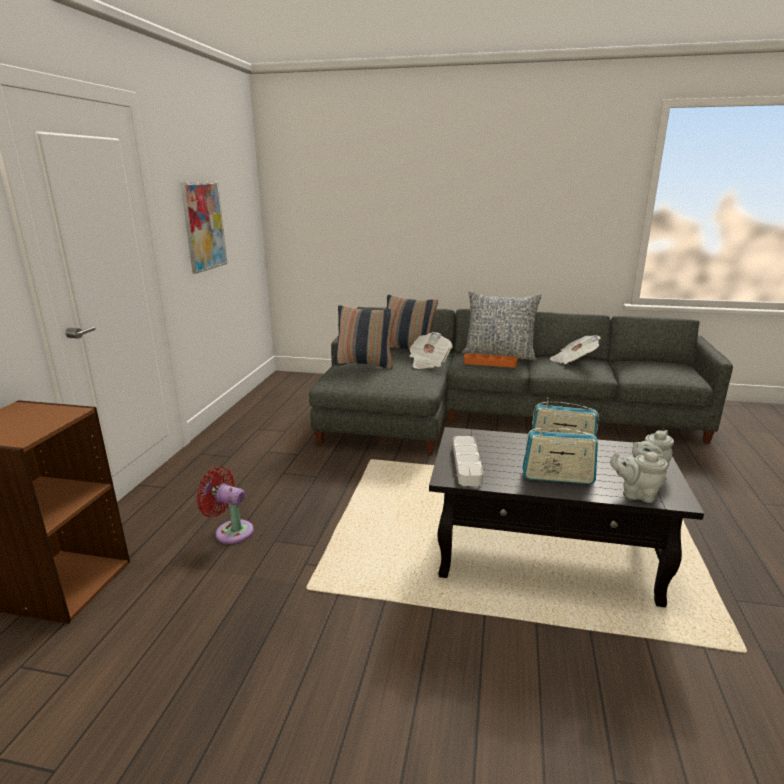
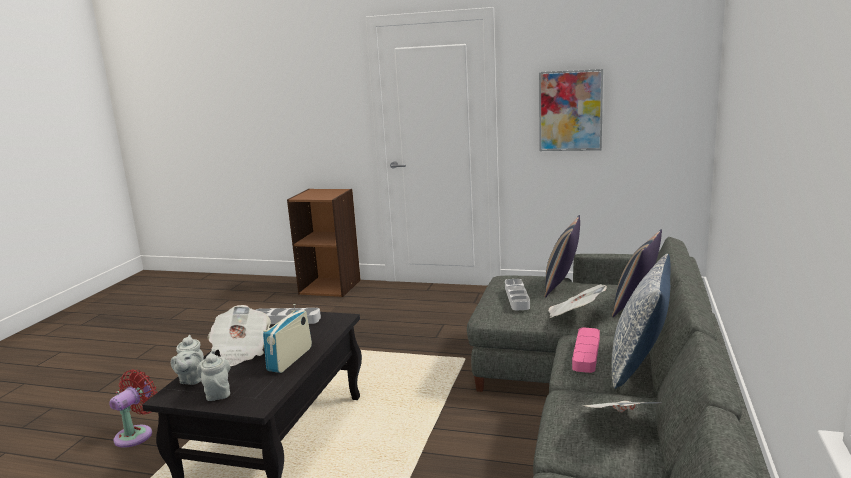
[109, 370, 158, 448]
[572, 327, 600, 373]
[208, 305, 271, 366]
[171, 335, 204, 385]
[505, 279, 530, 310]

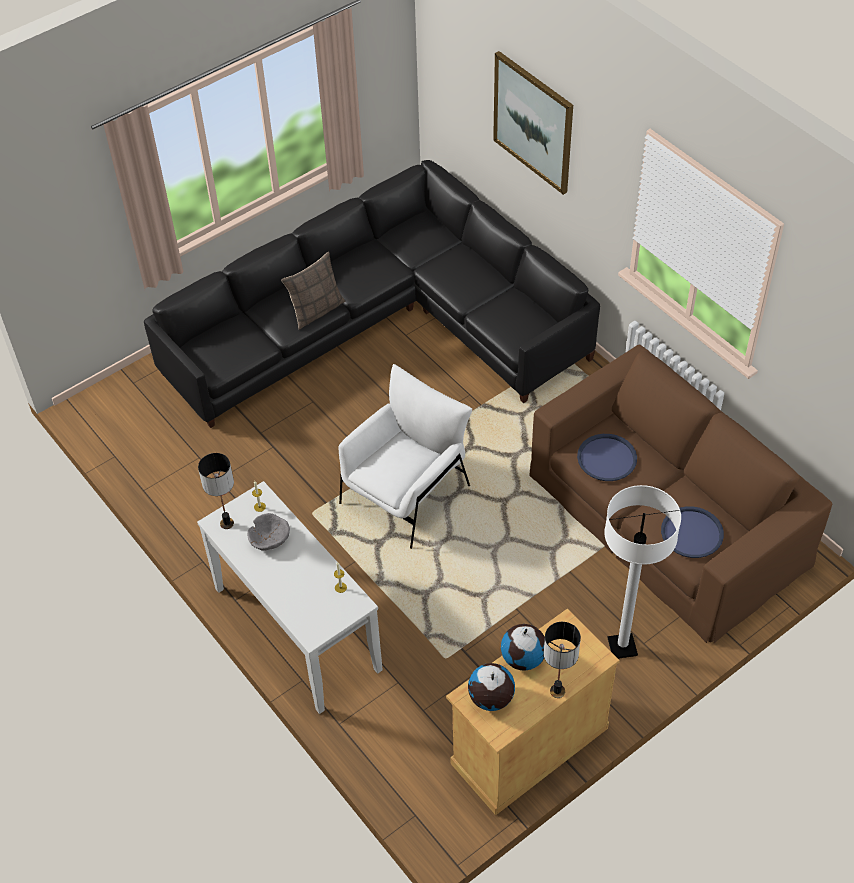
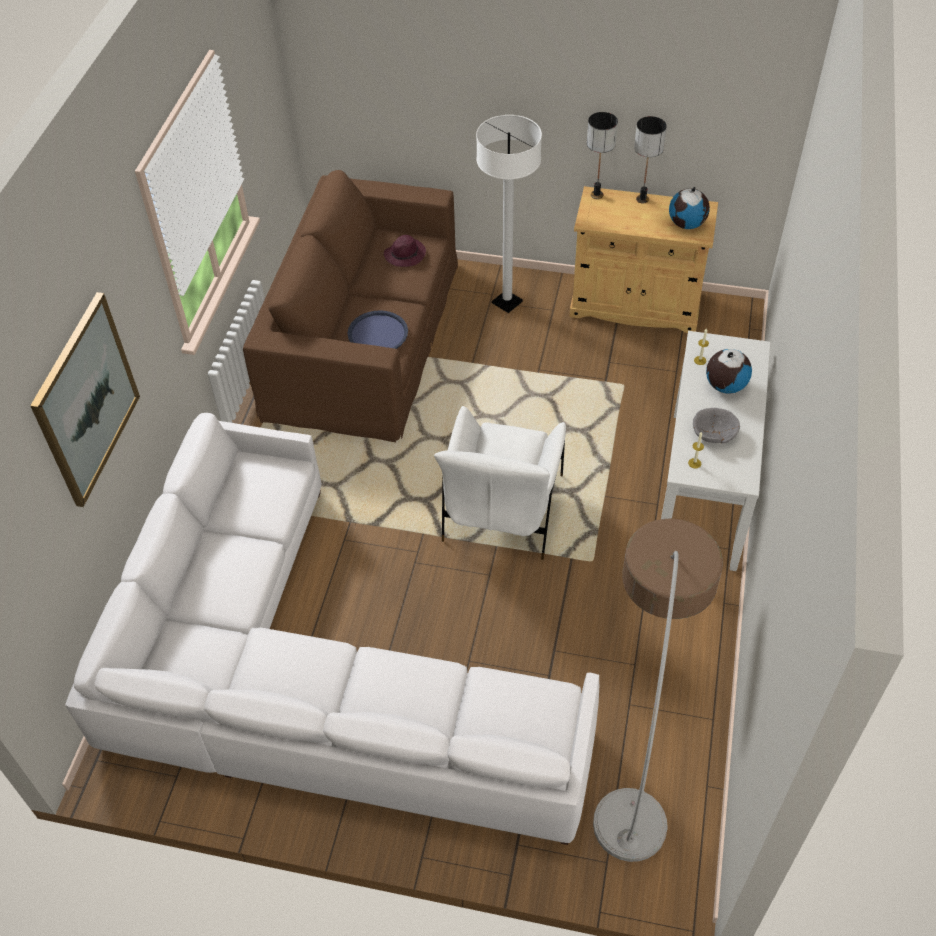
[65, 413, 599, 845]
[587, 112, 618, 199]
[281, 252, 345, 330] (first image)
[434, 406, 566, 560]
[706, 349, 752, 394]
[384, 235, 426, 267]
[593, 519, 723, 862]

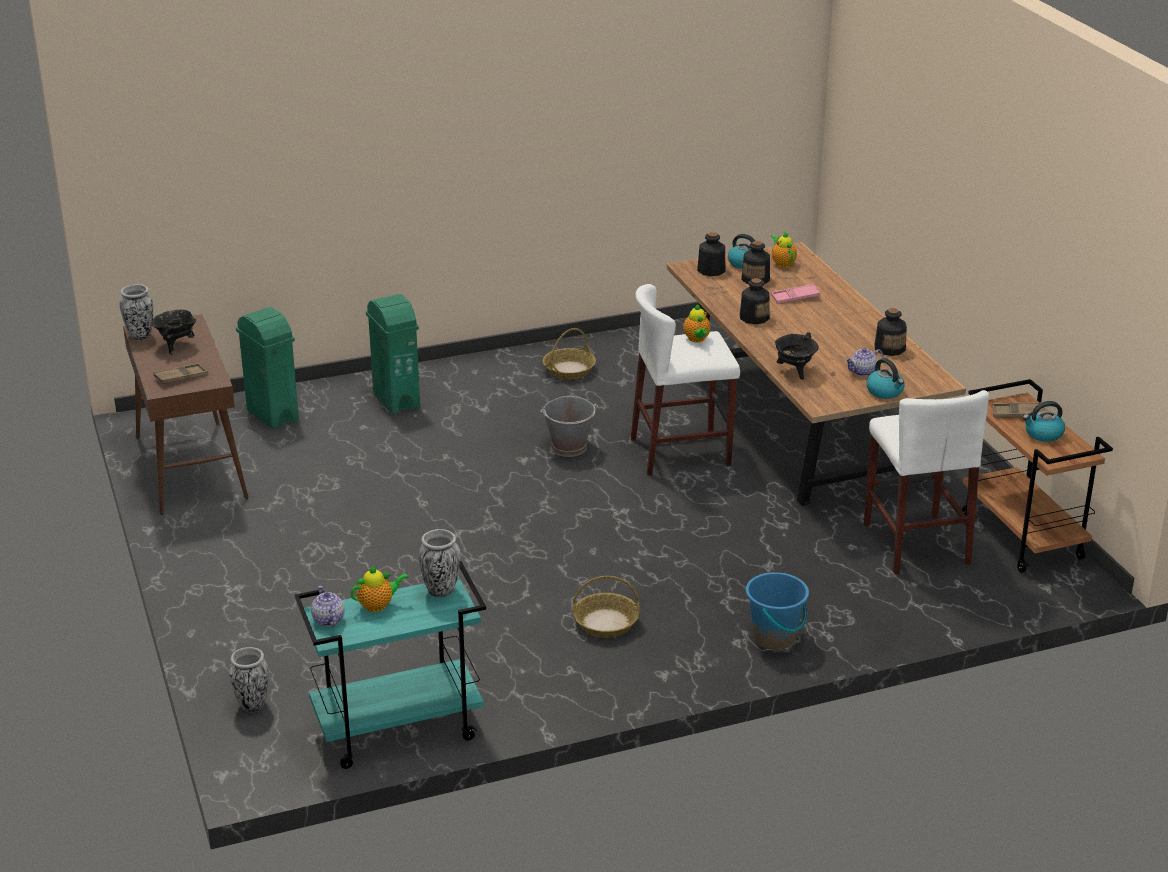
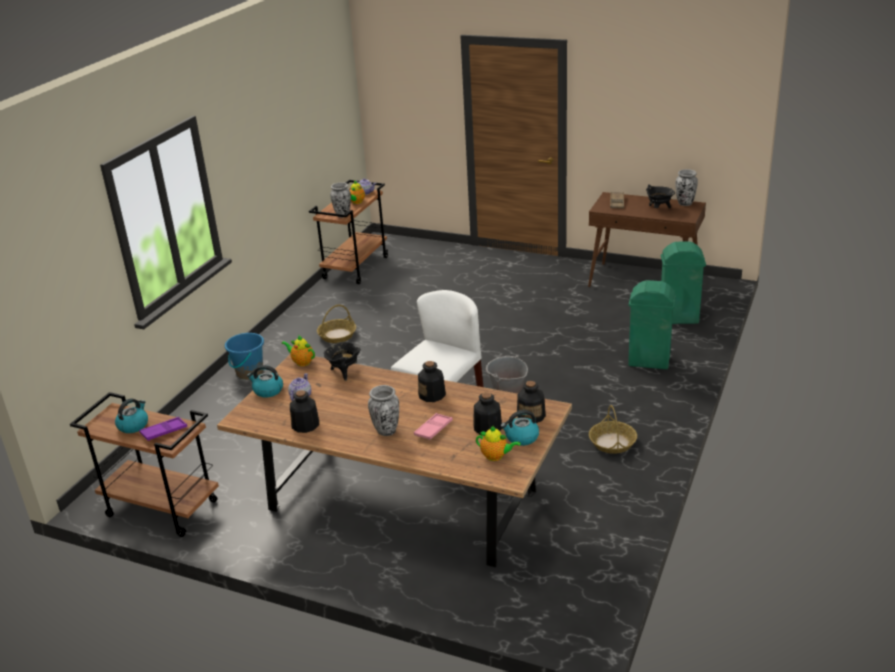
[368, 385, 399, 436]
[309, 180, 388, 284]
[281, 335, 315, 366]
[864, 390, 989, 574] (first image)
[139, 417, 187, 441]

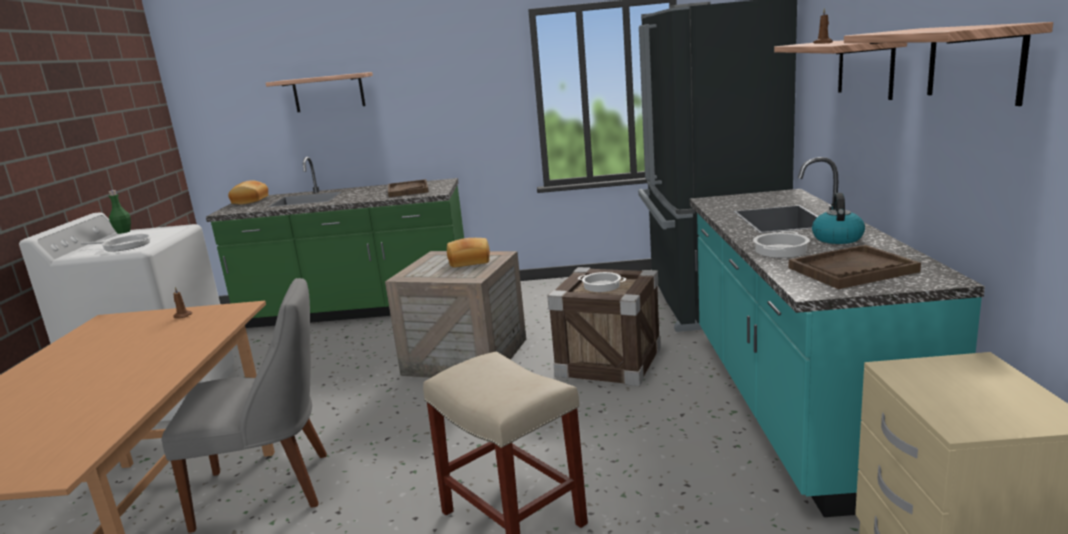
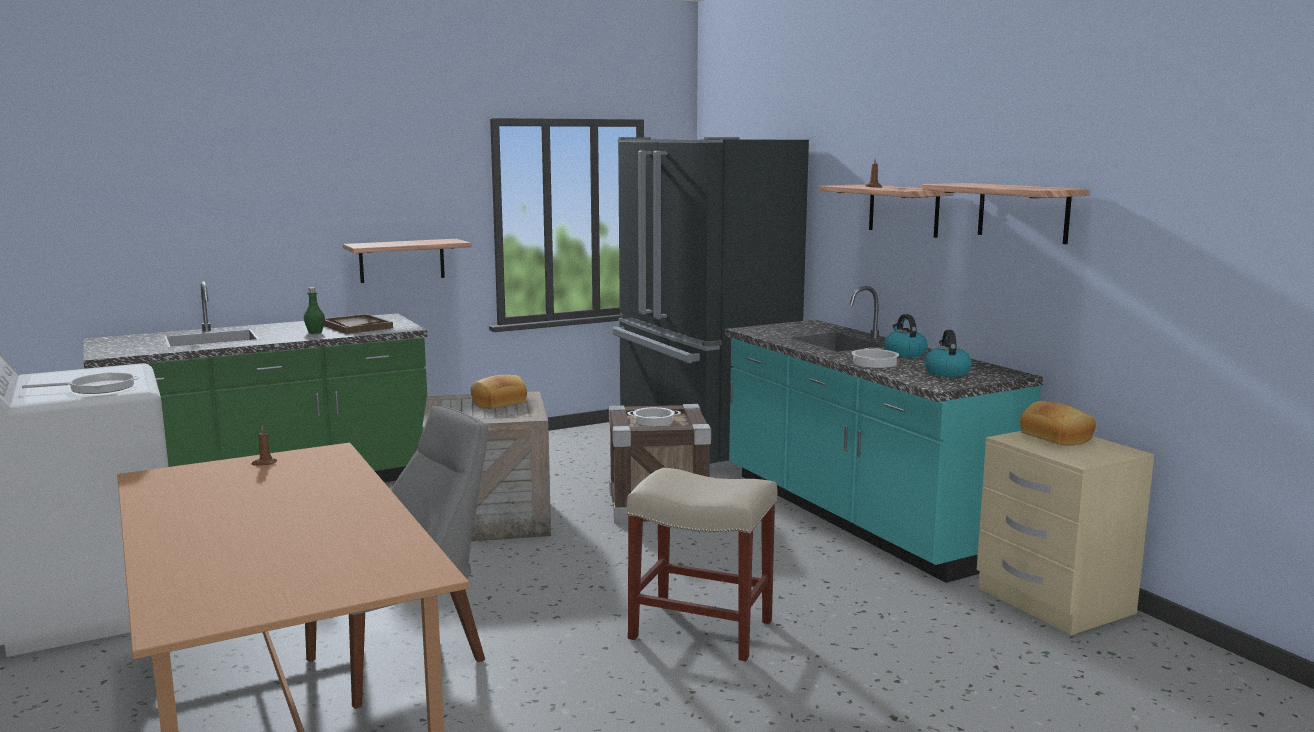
[304, 287, 325, 334]
[1020, 401, 1096, 446]
[343, 239, 472, 283]
[924, 330, 972, 377]

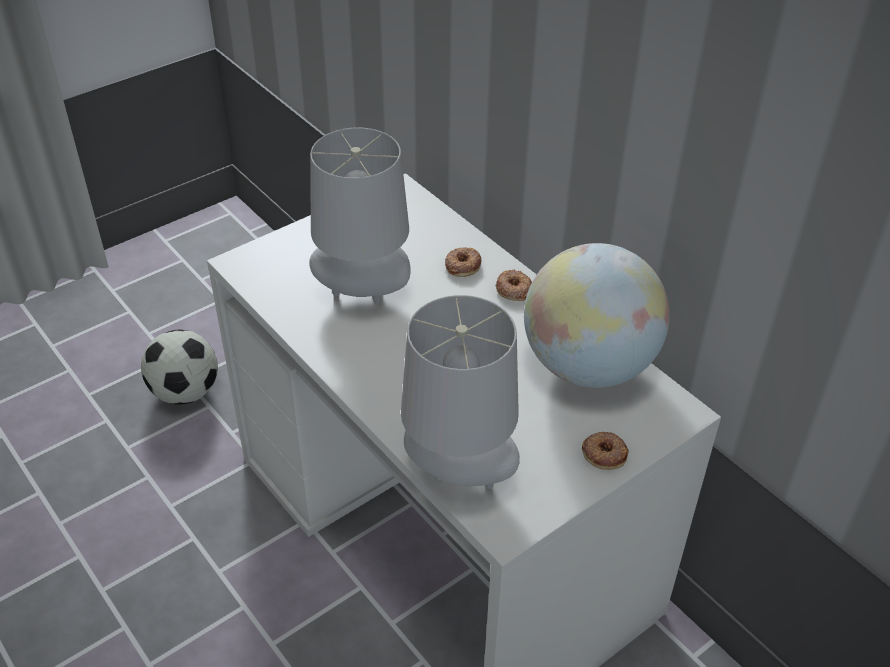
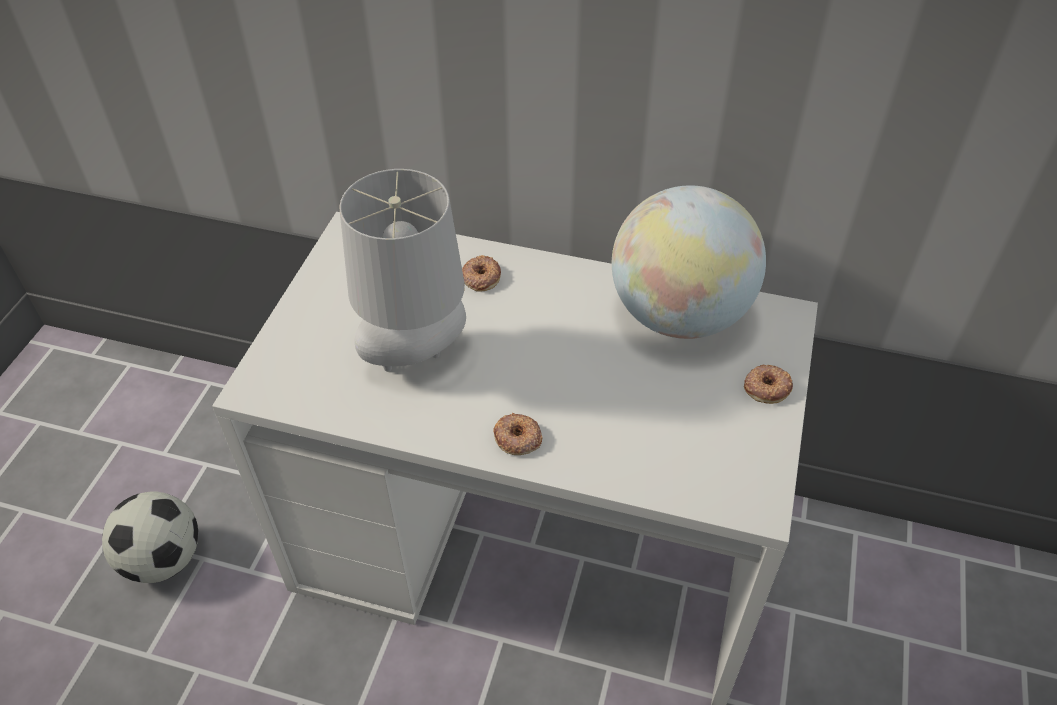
[401, 295, 520, 489] (first image)
[493, 413, 542, 455]

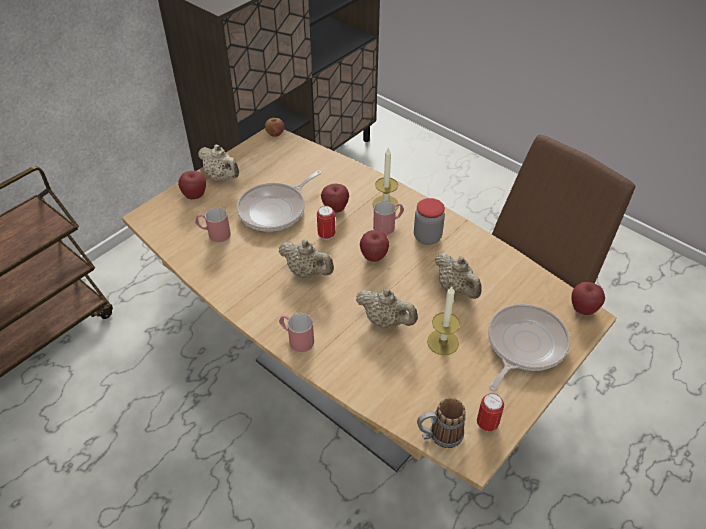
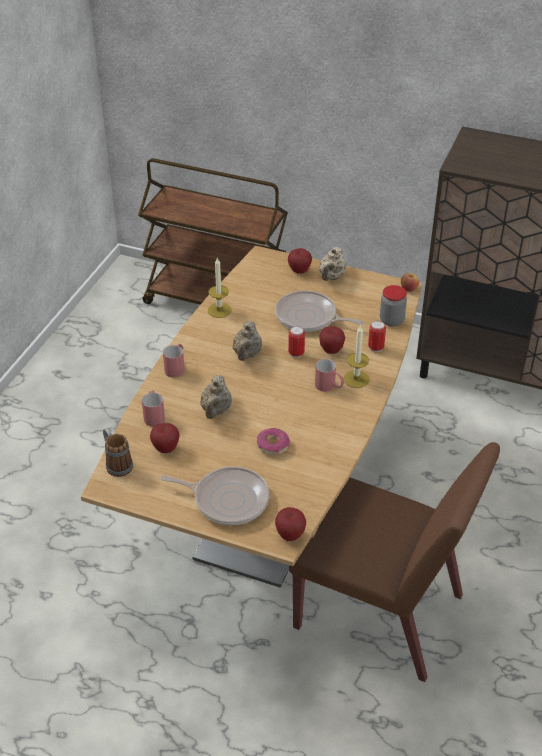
[142, 390, 165, 427]
[150, 423, 180, 453]
[380, 285, 407, 327]
[208, 258, 231, 318]
[257, 428, 290, 455]
[368, 321, 386, 352]

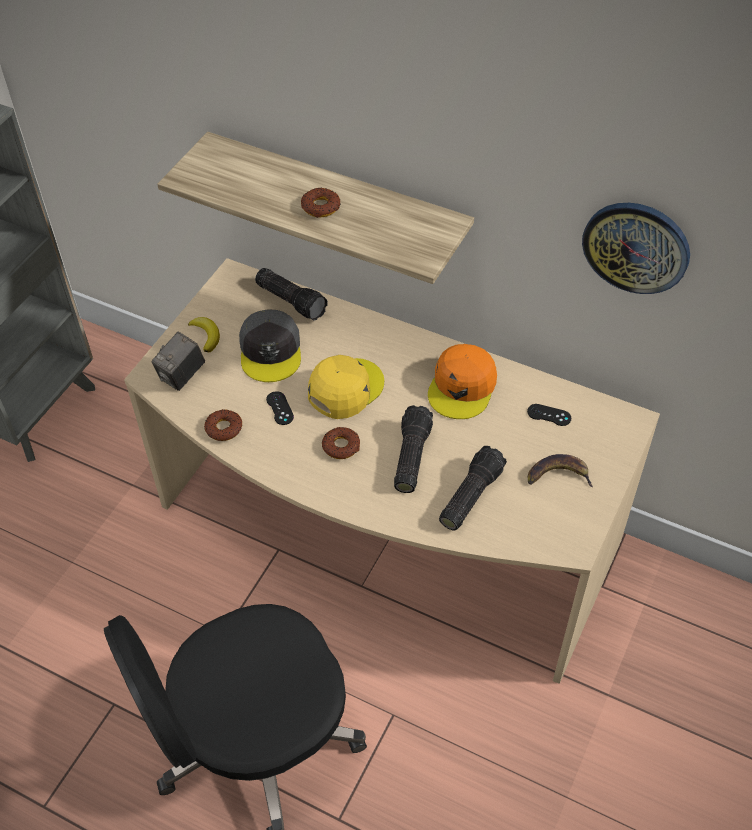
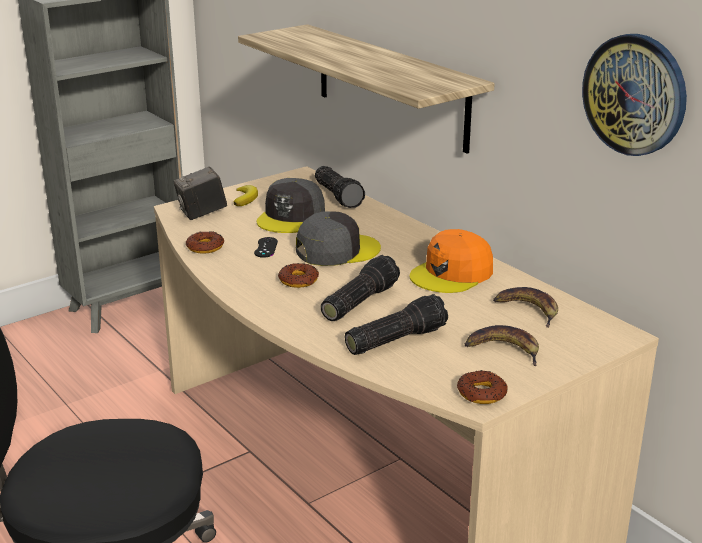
[457, 370, 508, 404]
[296, 211, 381, 266]
[493, 287, 558, 328]

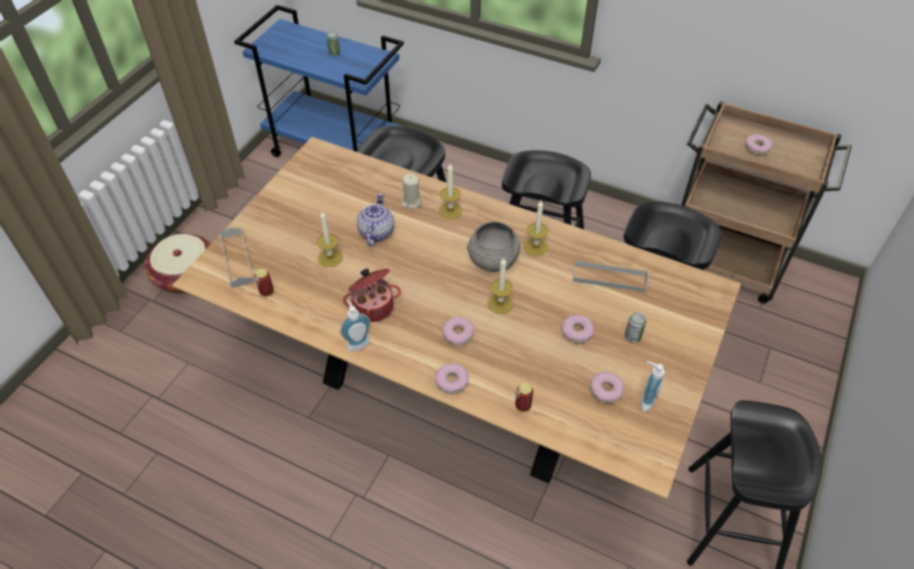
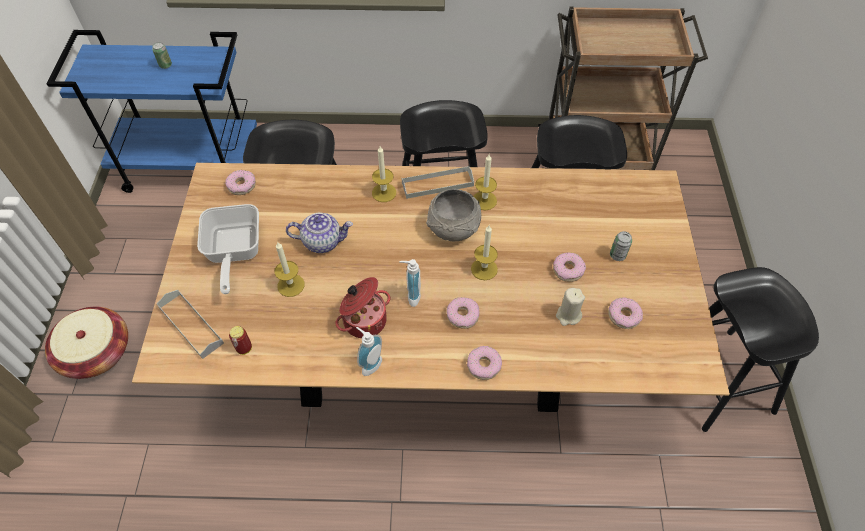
[286, 213, 353, 253]
[556, 288, 585, 326]
[515, 383, 533, 412] (first image)
[402, 166, 474, 199]
[399, 259, 421, 307]
[225, 170, 256, 195]
[197, 204, 259, 294]

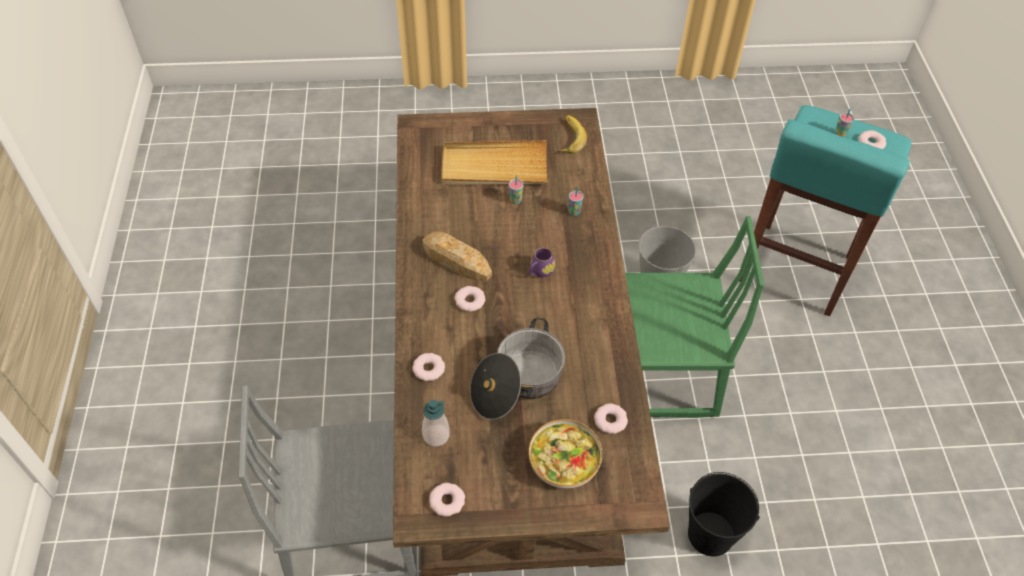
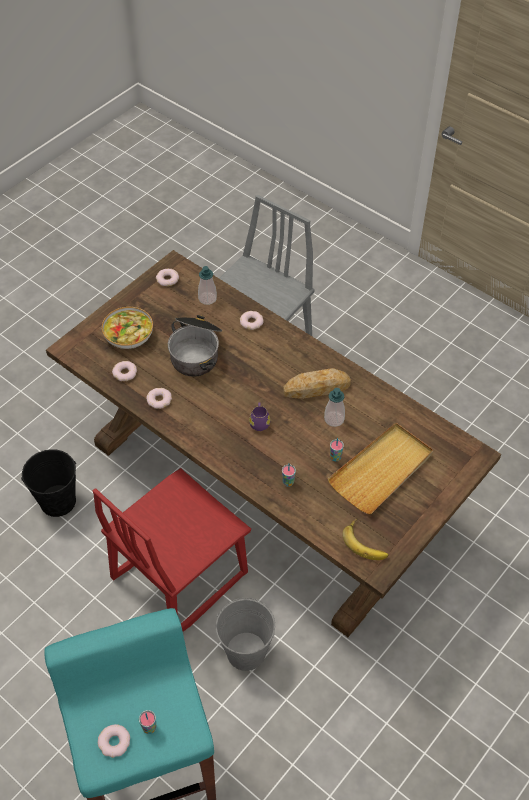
[146, 388, 172, 409]
[93, 468, 251, 632]
[324, 388, 345, 427]

